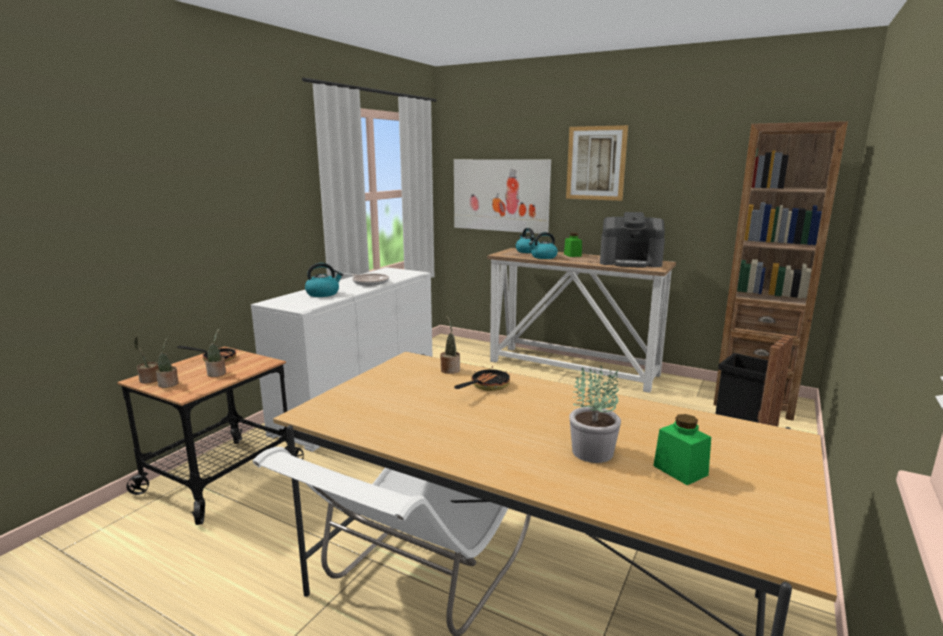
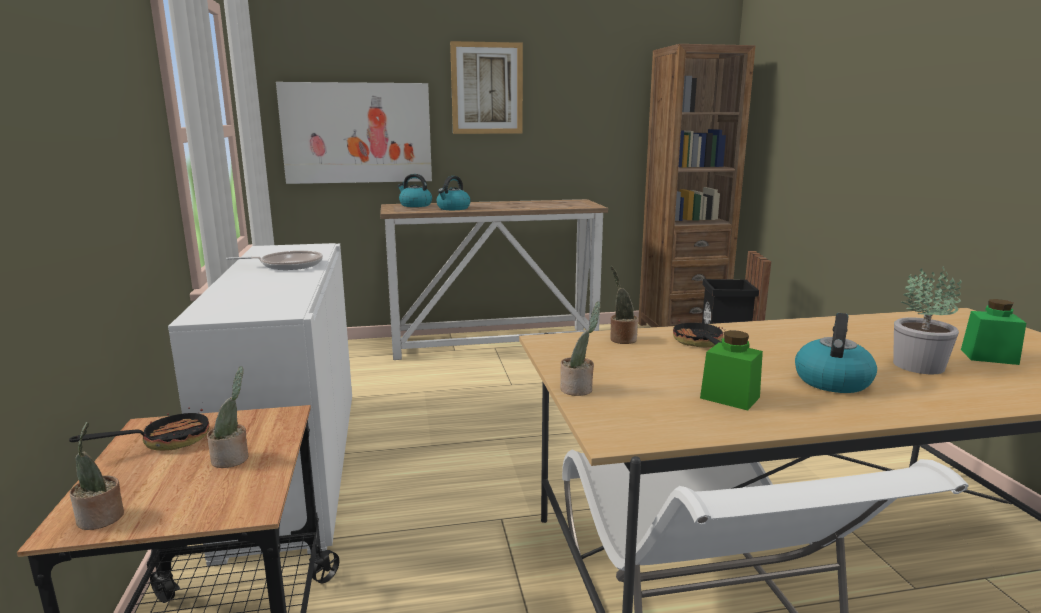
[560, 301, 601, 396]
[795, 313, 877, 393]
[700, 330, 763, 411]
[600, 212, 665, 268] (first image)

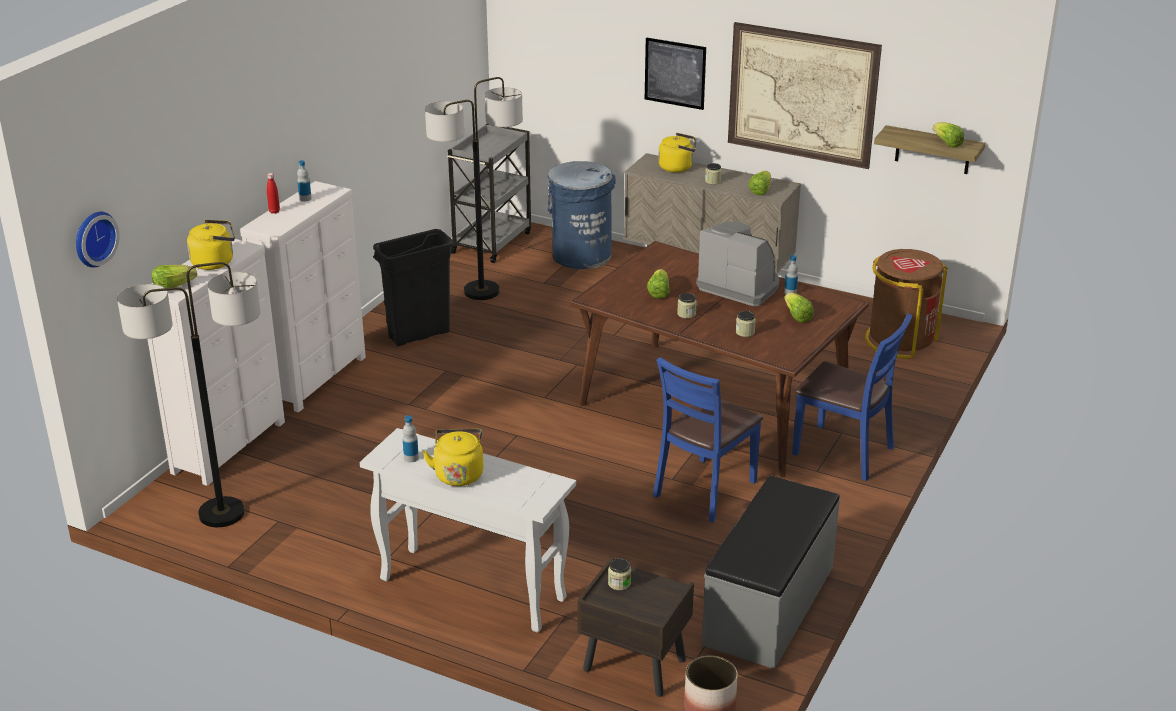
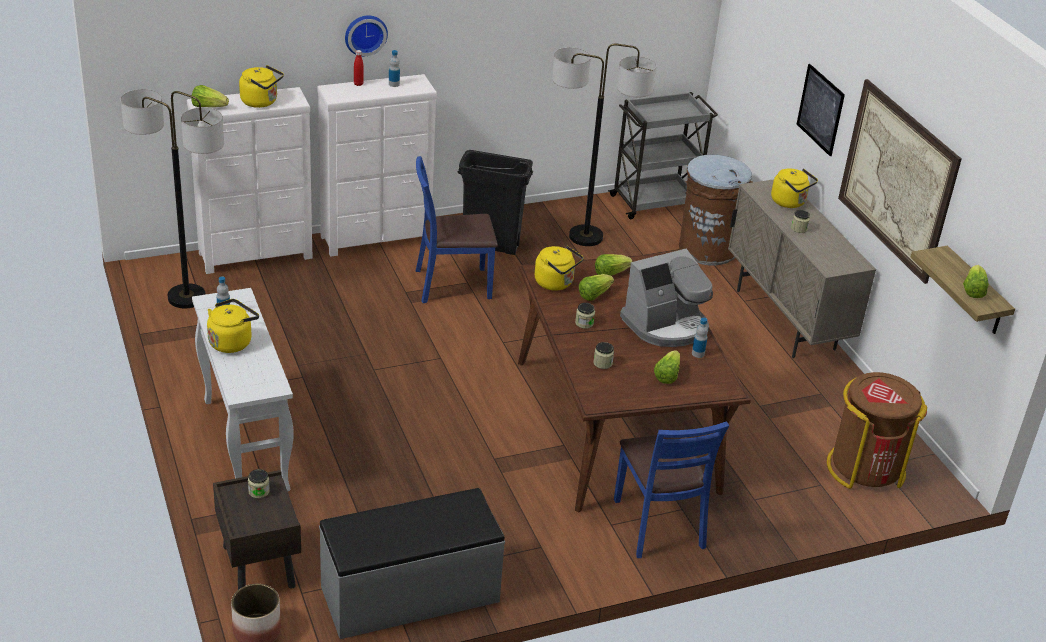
[345, 16, 388, 56]
[679, 155, 753, 266]
[415, 156, 498, 303]
[620, 248, 713, 347]
[595, 254, 633, 276]
[535, 246, 584, 291]

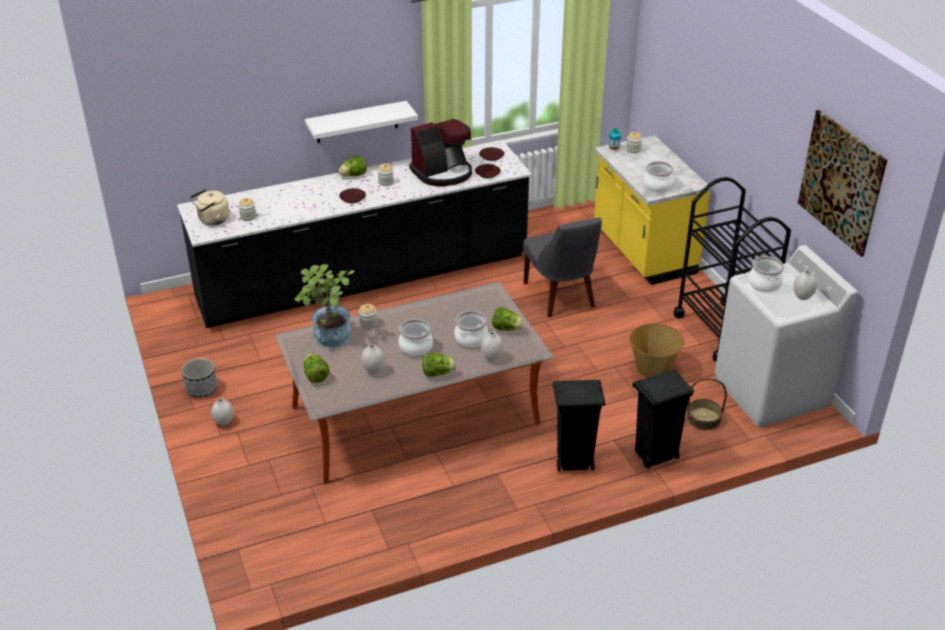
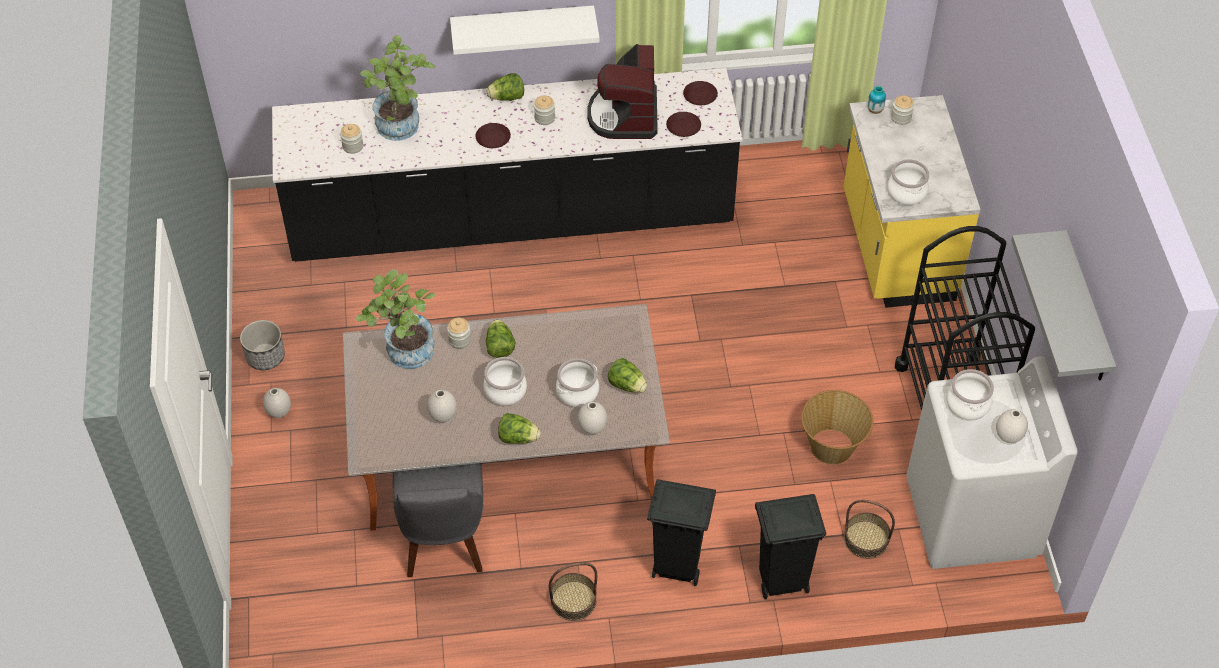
[190, 189, 229, 225] (first image)
[486, 319, 515, 358]
[587, 44, 658, 139]
[393, 463, 484, 577]
[1011, 230, 1116, 381]
[360, 35, 435, 141]
[549, 562, 597, 621]

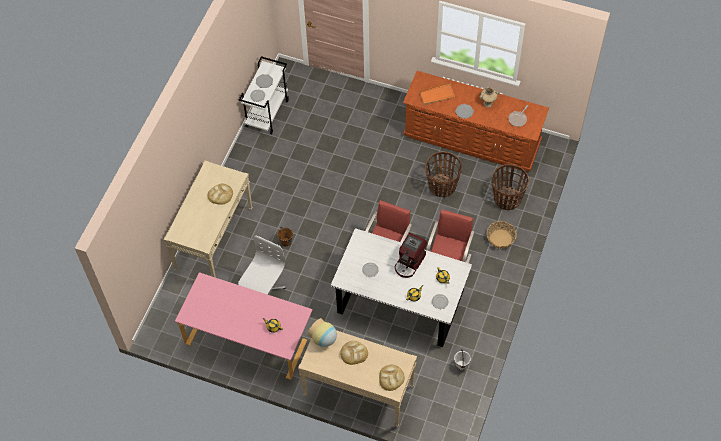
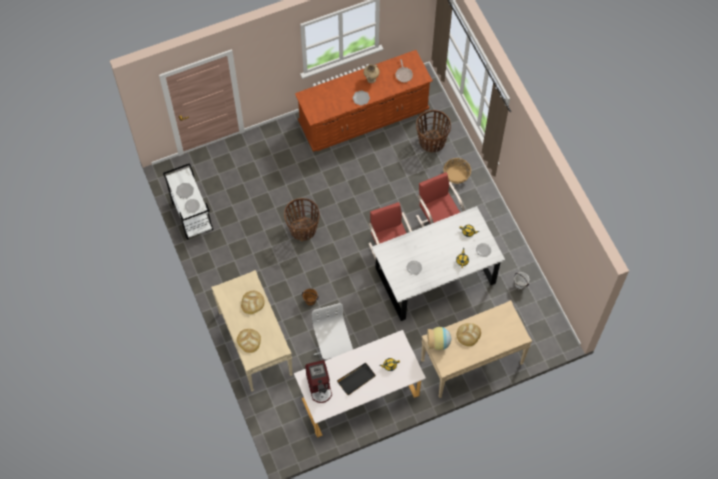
[294, 330, 426, 438]
[237, 329, 261, 353]
[305, 360, 332, 403]
[419, 83, 455, 105] (first image)
[284, 198, 320, 241]
[337, 363, 376, 396]

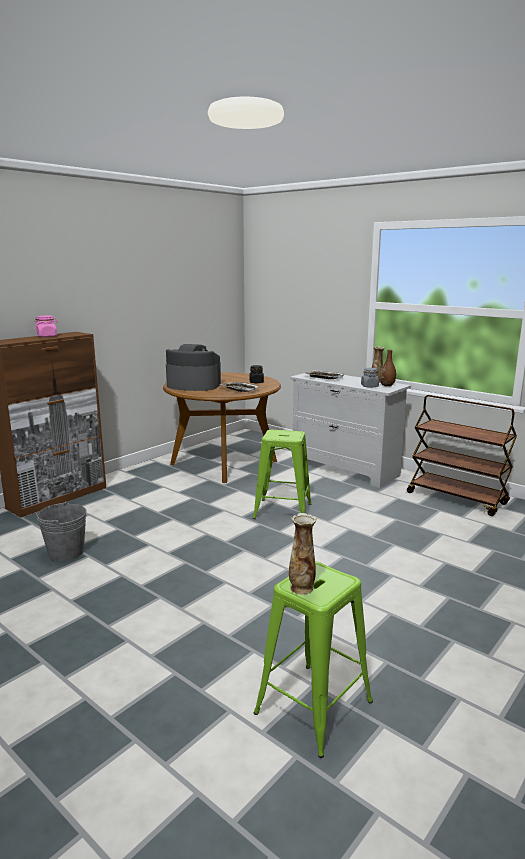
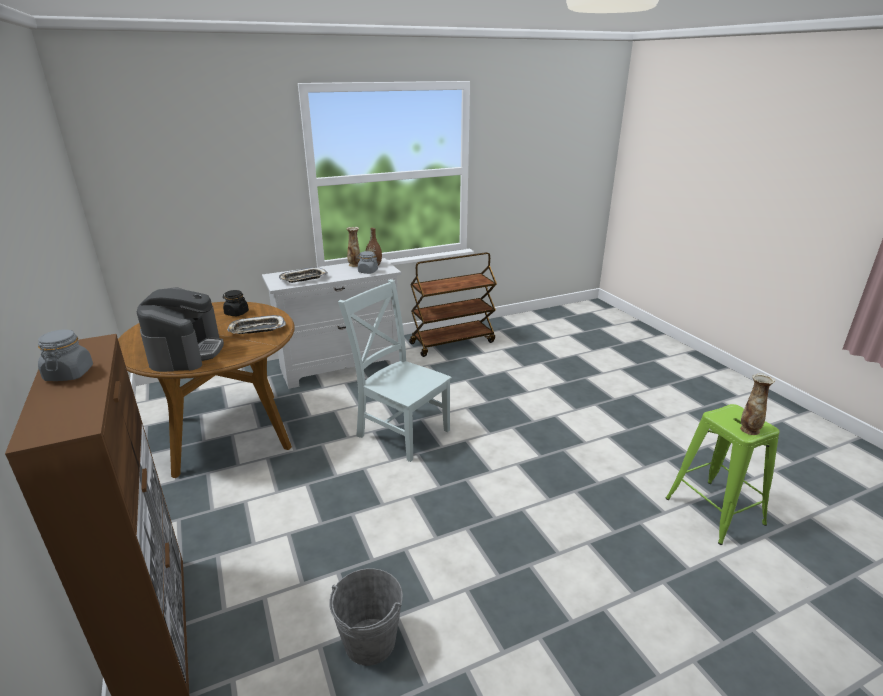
[38, 329, 93, 381]
[137, 287, 224, 372]
[338, 279, 452, 462]

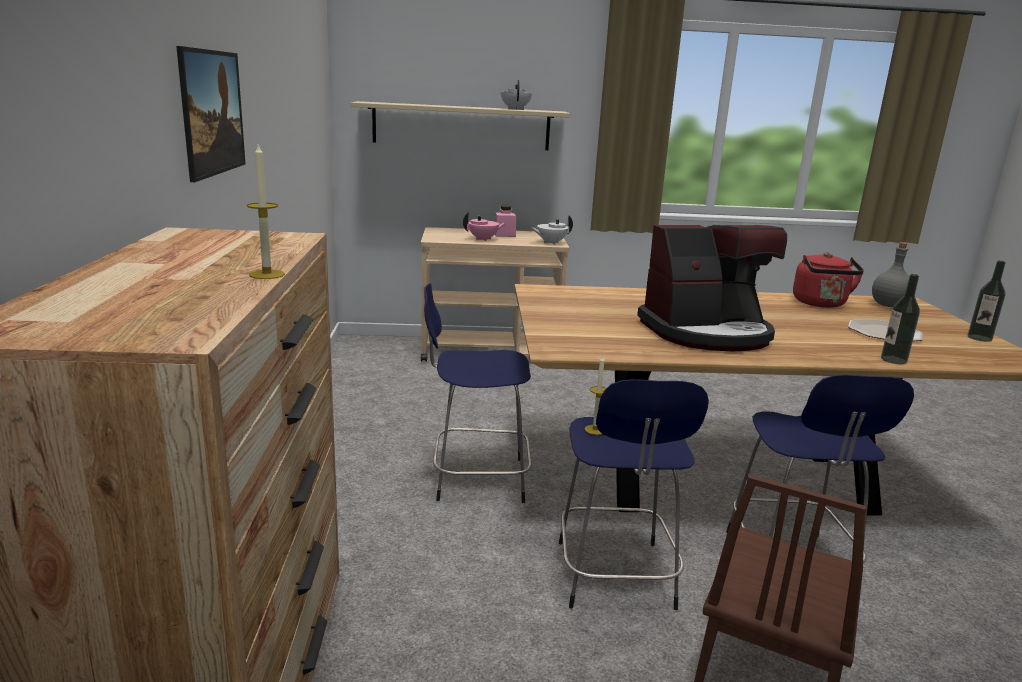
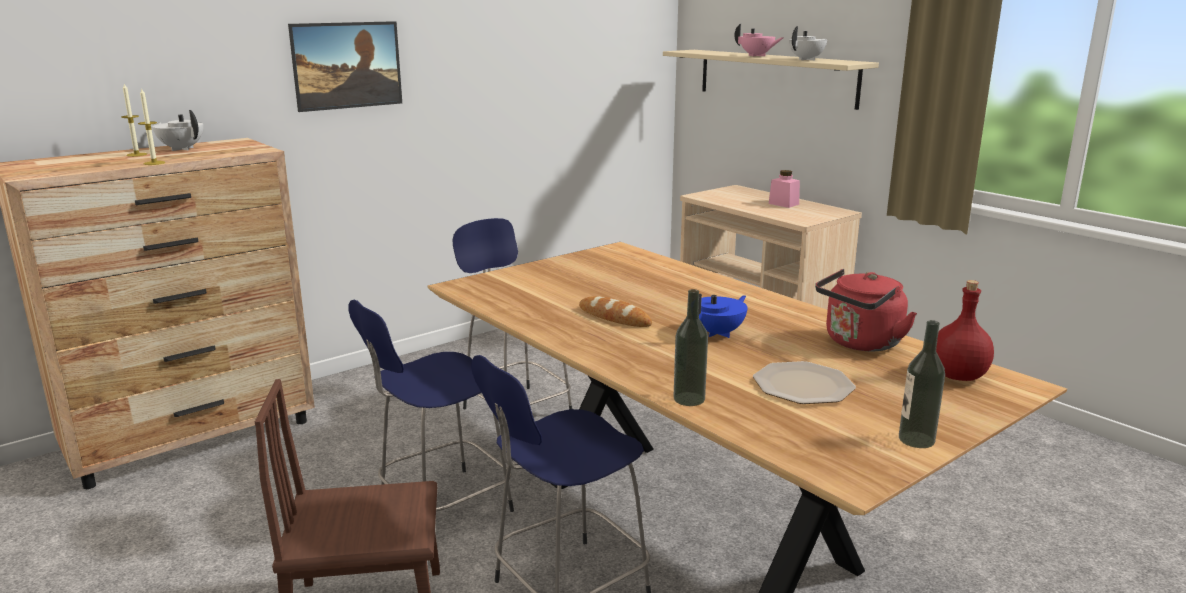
[734, 23, 783, 57]
[152, 110, 203, 151]
[121, 84, 147, 157]
[579, 296, 652, 327]
[936, 280, 994, 381]
[698, 293, 748, 338]

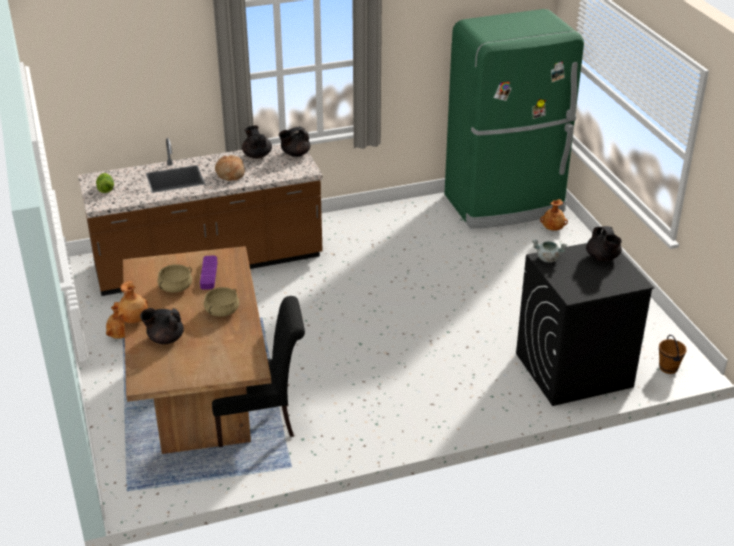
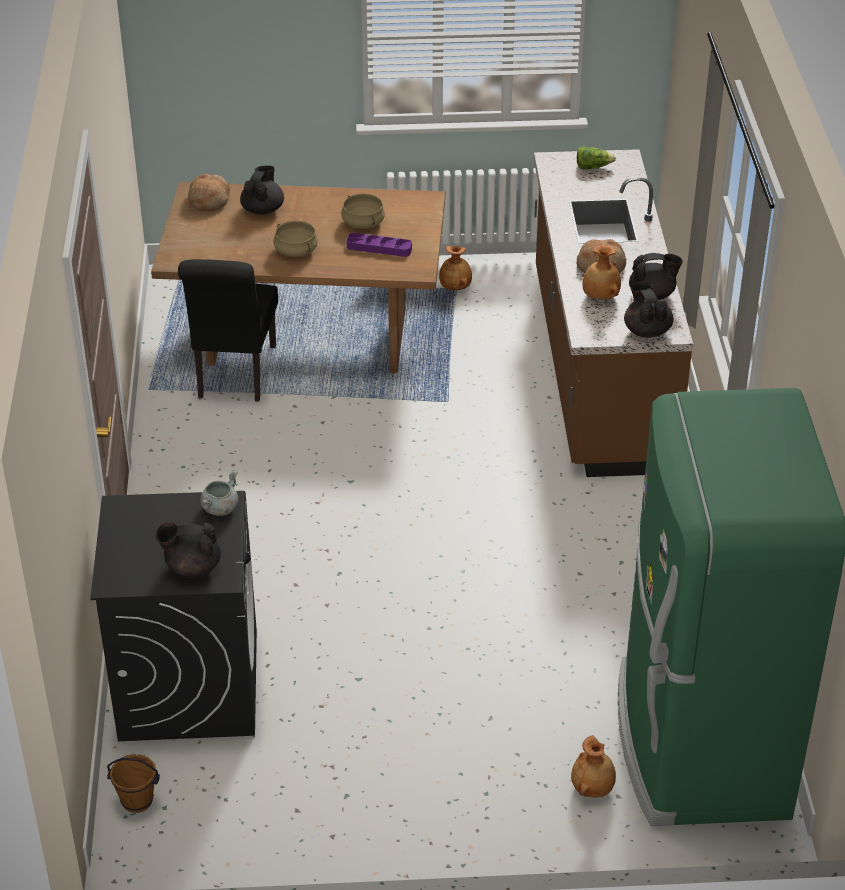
[583, 245, 621, 300]
[188, 173, 230, 211]

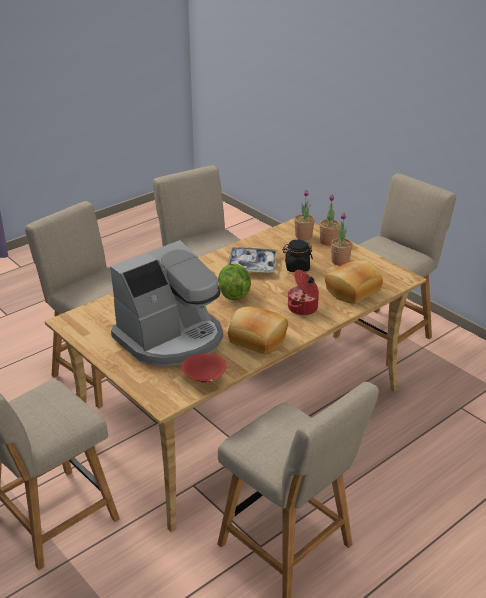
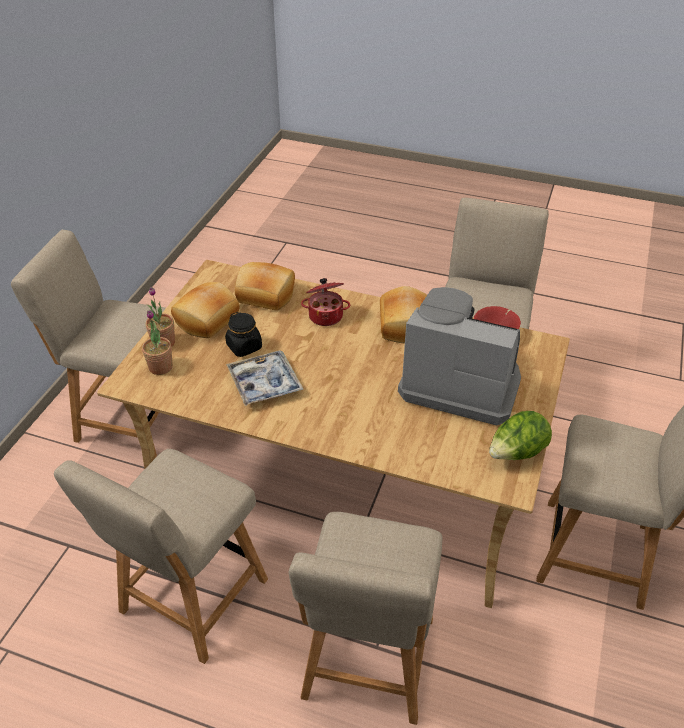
[489, 411, 552, 460]
[171, 282, 239, 338]

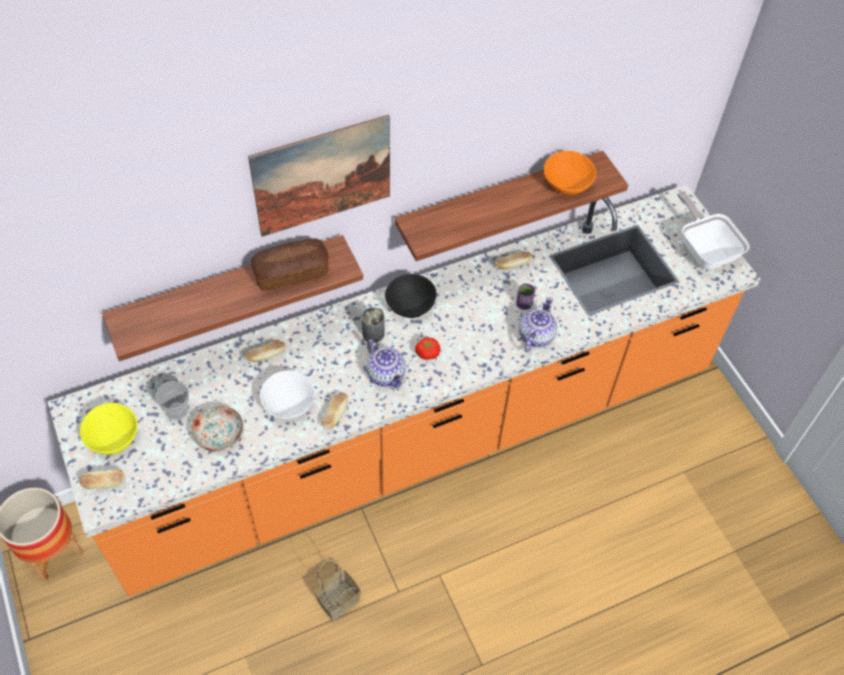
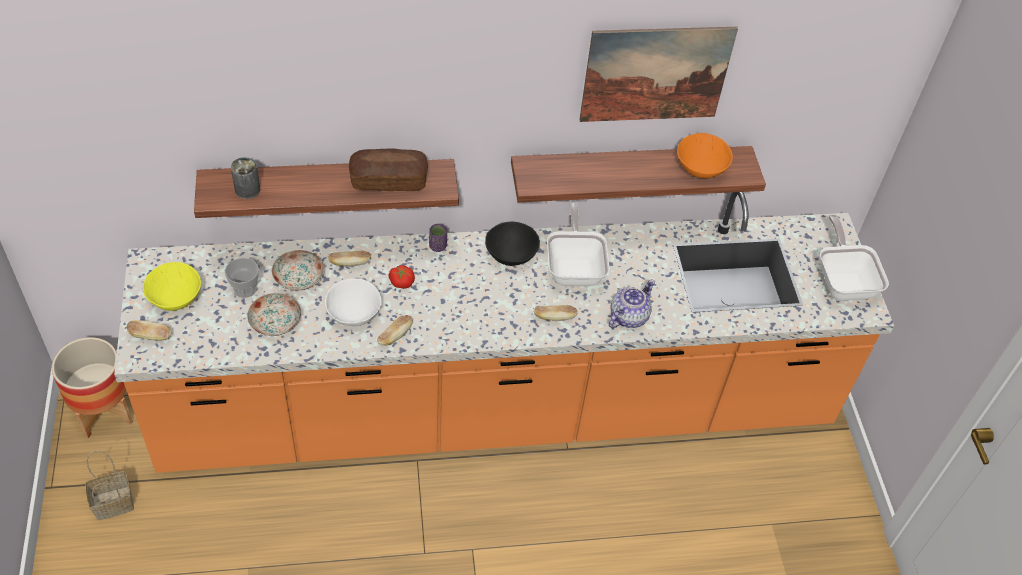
[579, 27, 738, 122]
[85, 450, 134, 520]
[231, 157, 260, 199]
[366, 339, 406, 388] (first image)
[388, 265, 415, 289]
[534, 305, 578, 321]
[429, 223, 447, 252]
[272, 250, 324, 291]
[547, 200, 610, 286]

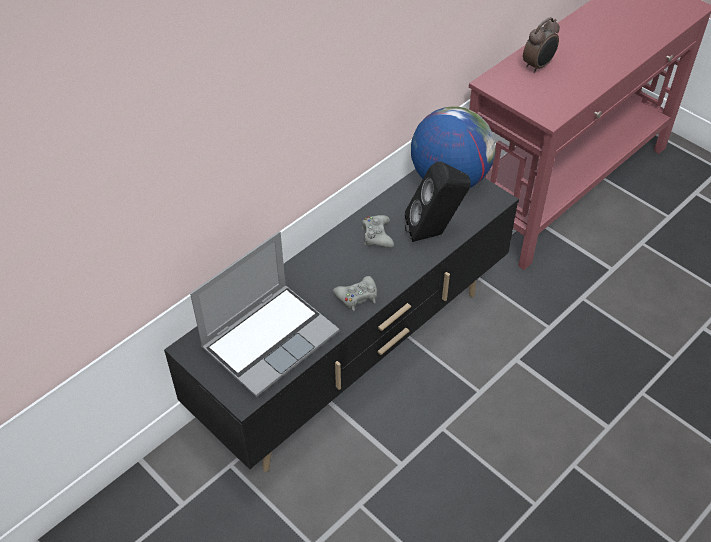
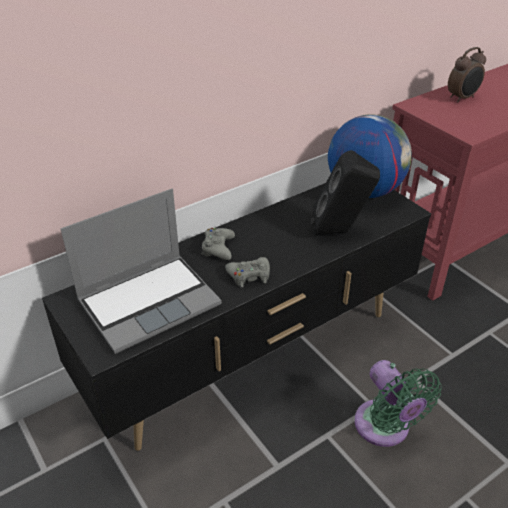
[201, 228, 235, 260]
[355, 360, 442, 447]

